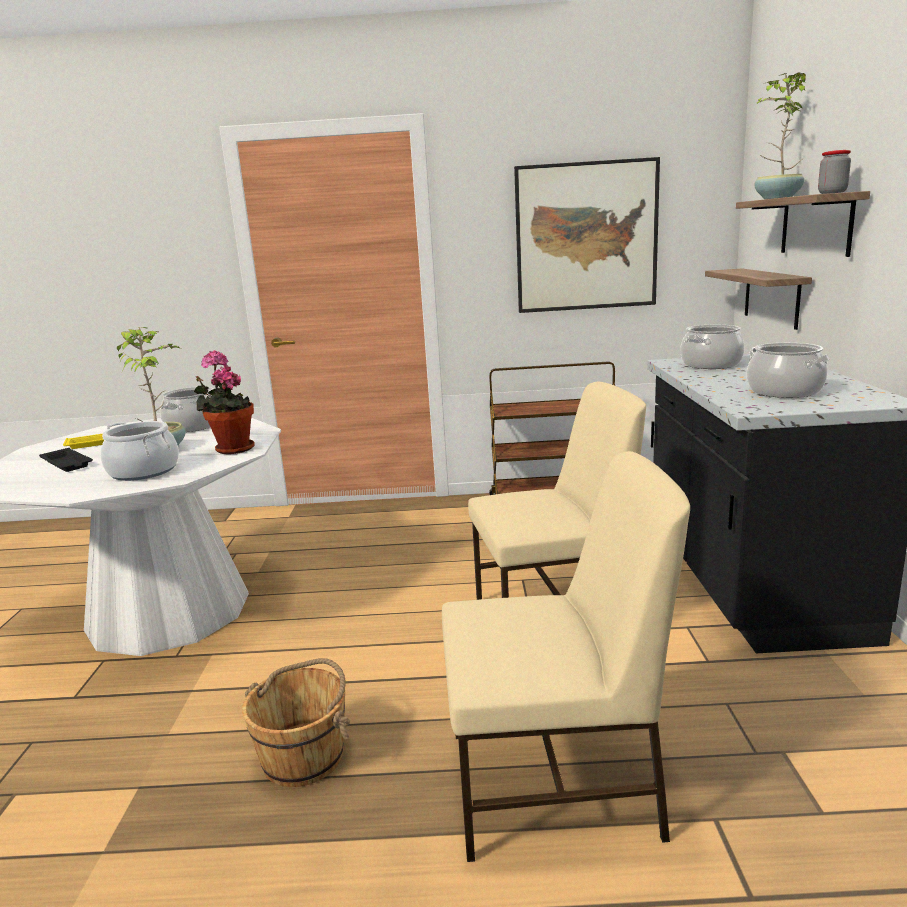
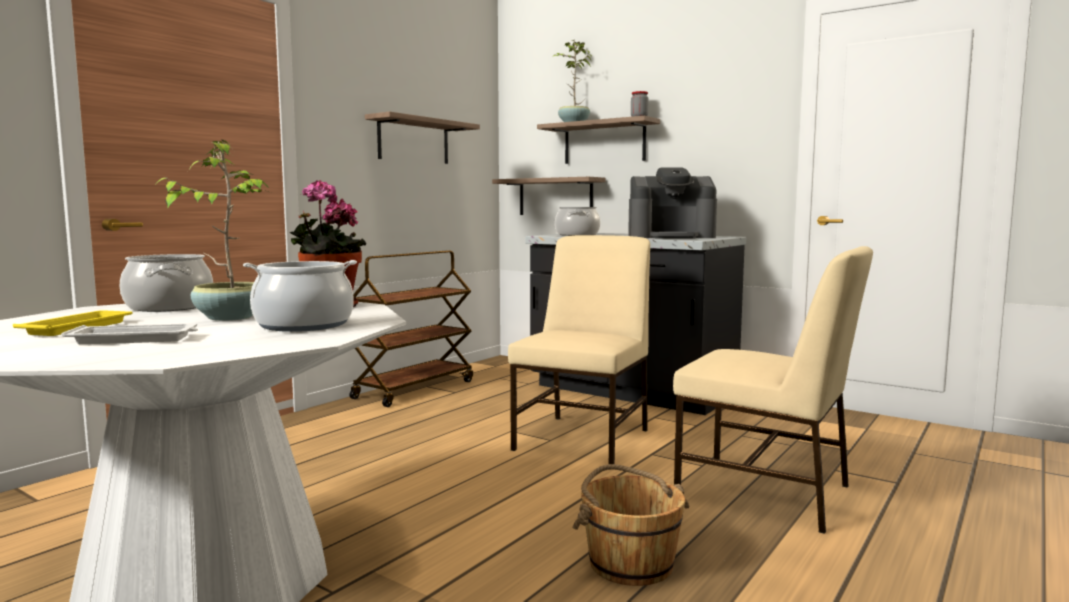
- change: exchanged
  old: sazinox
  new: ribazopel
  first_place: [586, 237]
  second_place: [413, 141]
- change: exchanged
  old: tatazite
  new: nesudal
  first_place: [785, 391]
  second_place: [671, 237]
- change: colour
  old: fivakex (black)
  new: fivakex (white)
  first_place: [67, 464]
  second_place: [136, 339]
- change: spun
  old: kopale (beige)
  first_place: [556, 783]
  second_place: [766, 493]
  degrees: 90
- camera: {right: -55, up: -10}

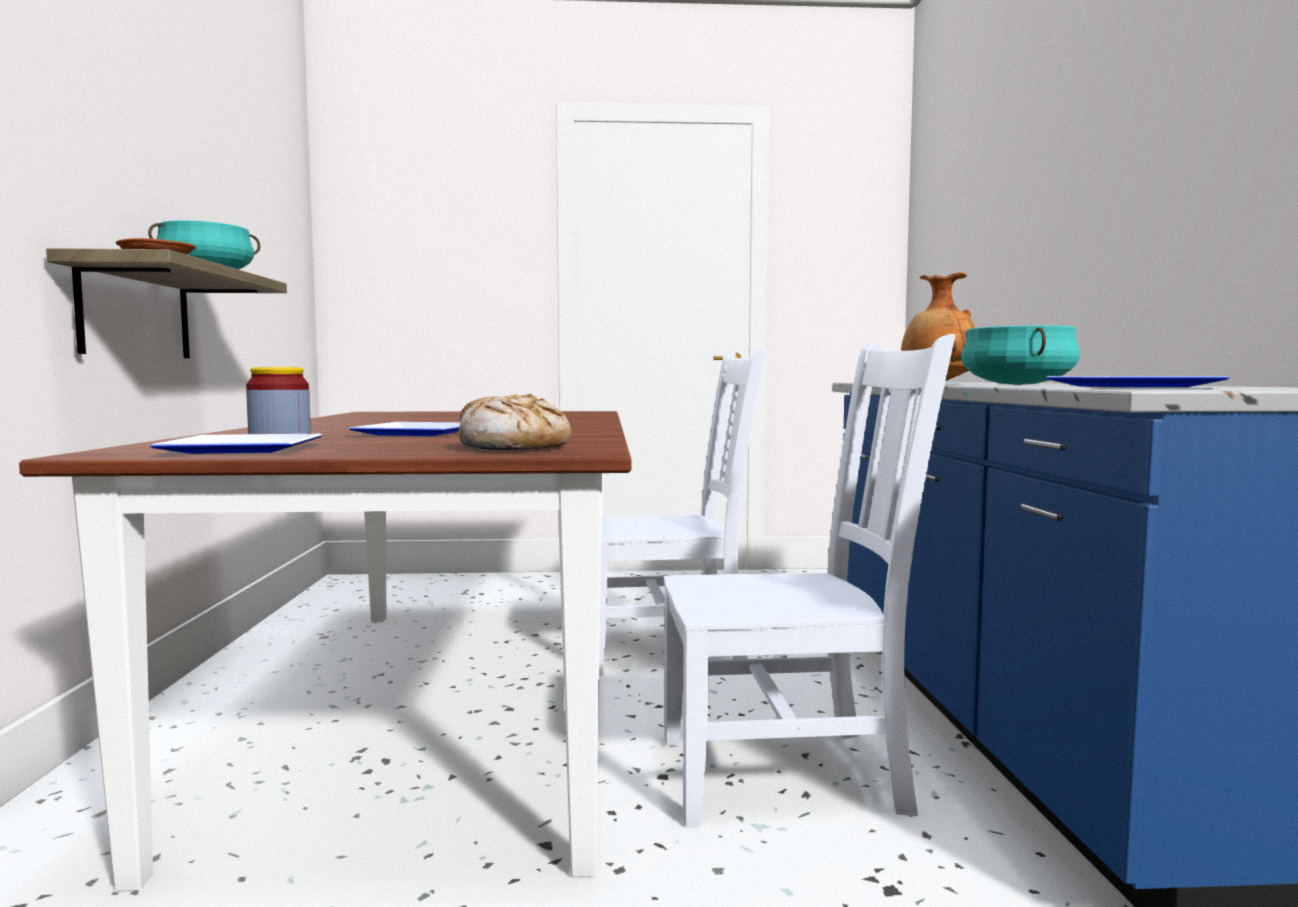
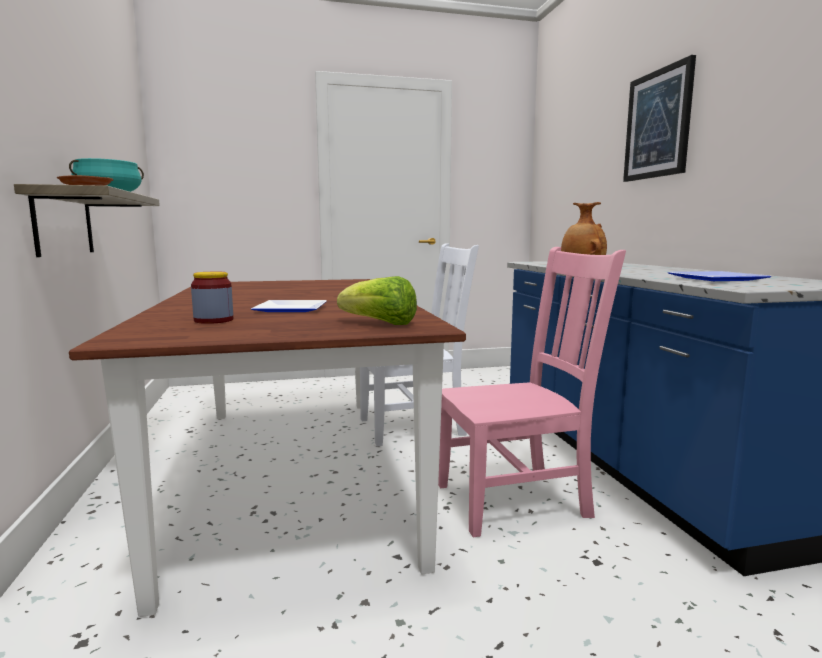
- change: missing
  old: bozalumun
  first_place: [237, 450]
- change: missing
  old: tatazite (turquoise)
  first_place: [1016, 384]
- change: appeared
  new: sazinox
  second_place: [658, 124]
- change: exchanged
  old: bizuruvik
  new: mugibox
  first_place: [514, 447]
  second_place: [380, 324]
- change: colour
  old: kopale (white)
  new: kopale (pink)
  first_place: [789, 774]
  second_place: [516, 499]
- camera: {right: -10, up: 5}

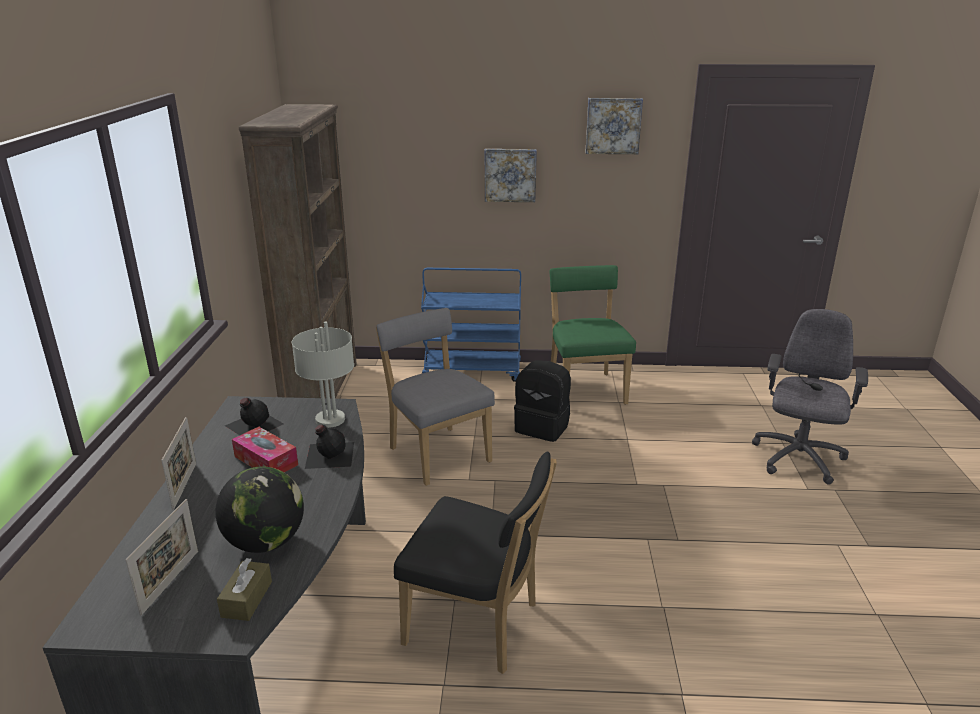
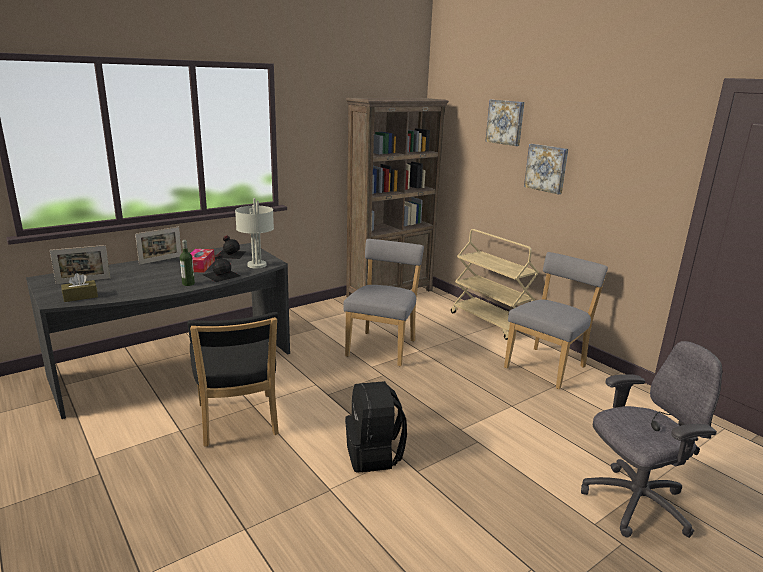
- change: missing
  old: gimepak
  first_place: [265, 542]
- change: appeared
  new: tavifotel
  second_place: [188, 284]
- change: relocated
  old: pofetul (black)
  first_place: [543, 427]
  second_place: [374, 455]
- change: relocated
  old: sazinox
  first_place: [613, 125]
  second_place: [505, 122]
- change: colour
  old: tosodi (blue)
  new: tosodi (beige)
  first_place: [472, 371]
  second_place: [490, 322]
- change: colour
  old: kopale (green)
  new: kopale (grey)
  first_place: [585, 388]
  second_place: [547, 366]
- camera: {right: 50, up: -5}

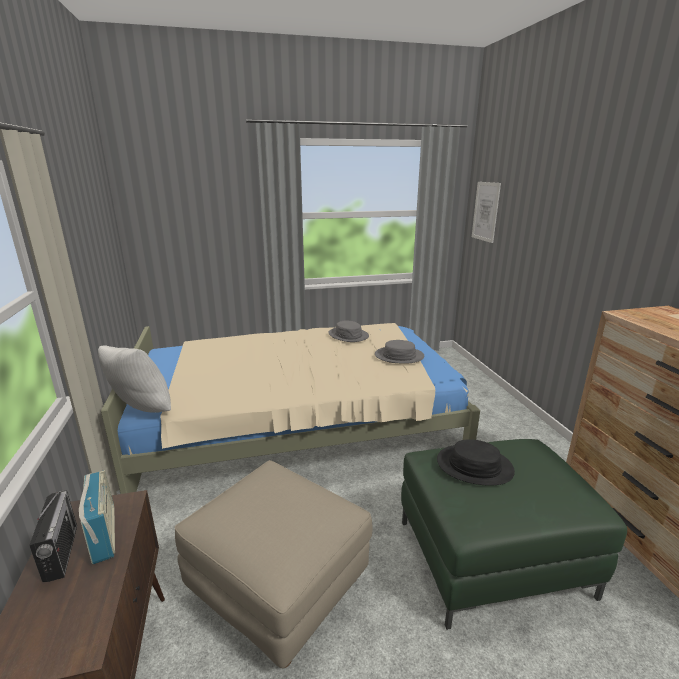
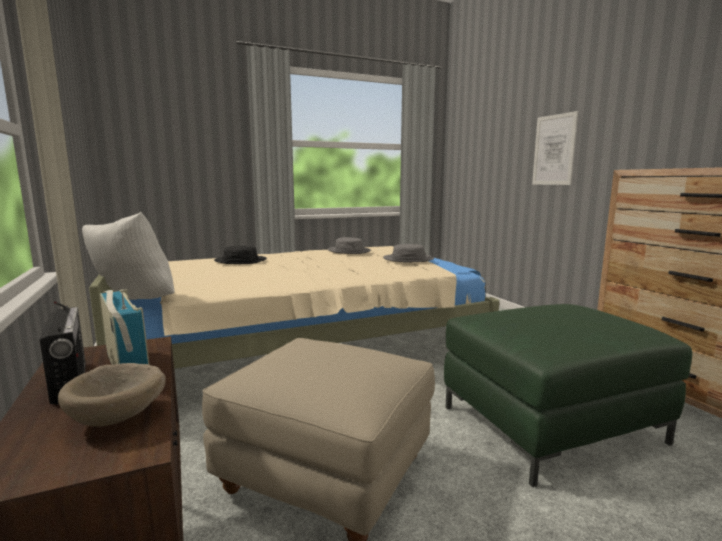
- change: appeared
  new: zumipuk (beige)
  second_place: [120, 417]
- change: relocated
  old: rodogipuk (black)
  first_place: [474, 466]
  second_place: [240, 261]
- change: relocated
  old: sazinox
  first_place: [485, 211]
  second_place: [554, 150]
- camera: {right: -10, up: -10}

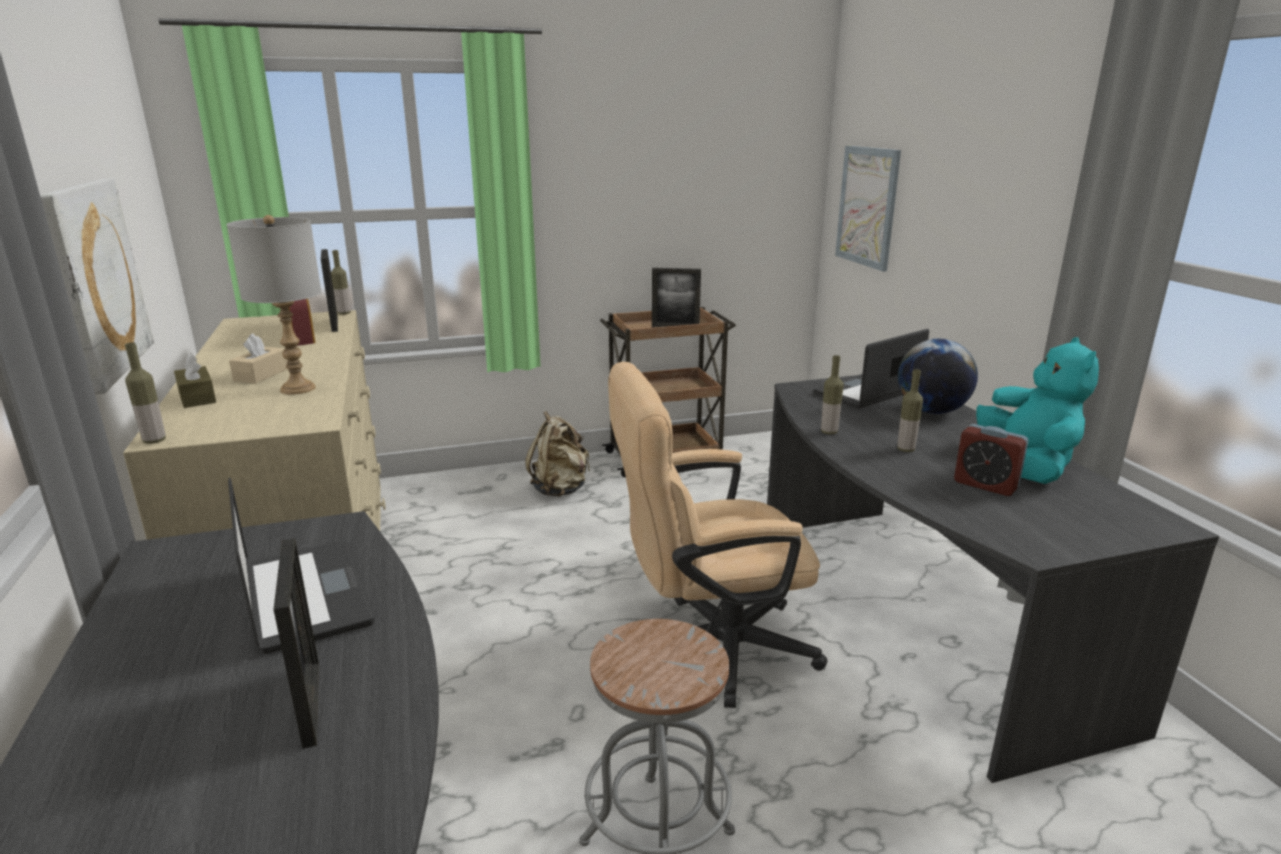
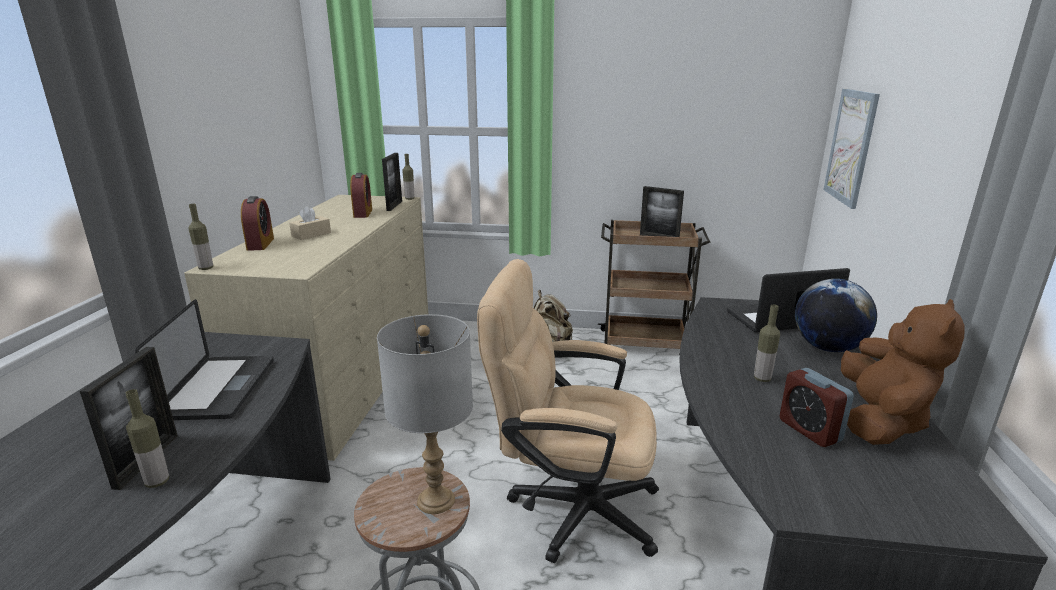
- change: missing
  old: sazinox
  first_place: [96, 280]
- change: relocated
  old: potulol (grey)
  first_place: [297, 389]
  second_place: [435, 501]
- change: relocated
  old: tavifotel
  first_place: [829, 432]
  second_place: [157, 482]
- change: exchanged
  old: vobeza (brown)
  new: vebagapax
  first_place: [197, 397]
  second_place: [260, 244]
- change: colour
  old: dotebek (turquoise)
  new: dotebek (brown)
  first_place: [1028, 464]
  second_place: [880, 420]
- camera: {right: 25, up: 0}

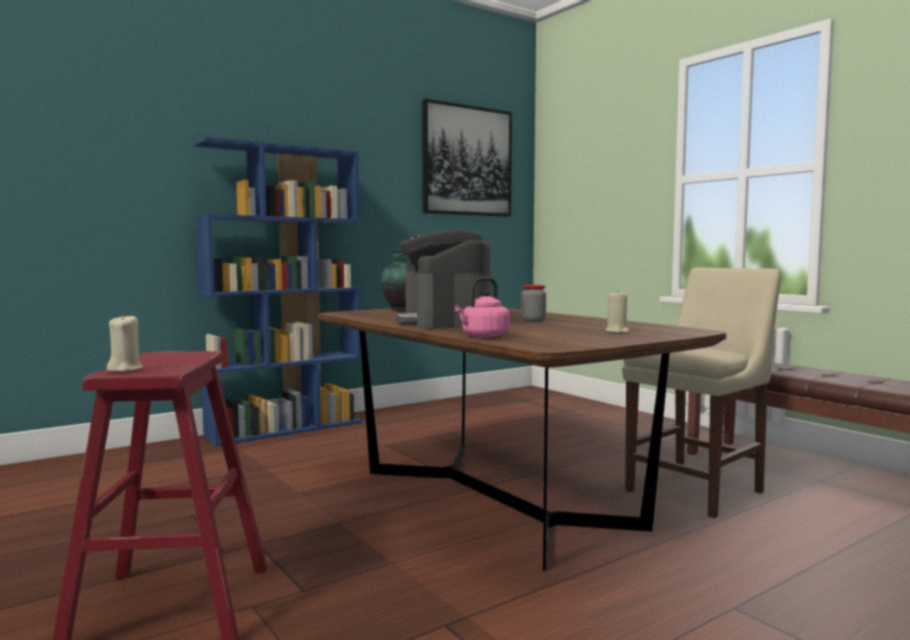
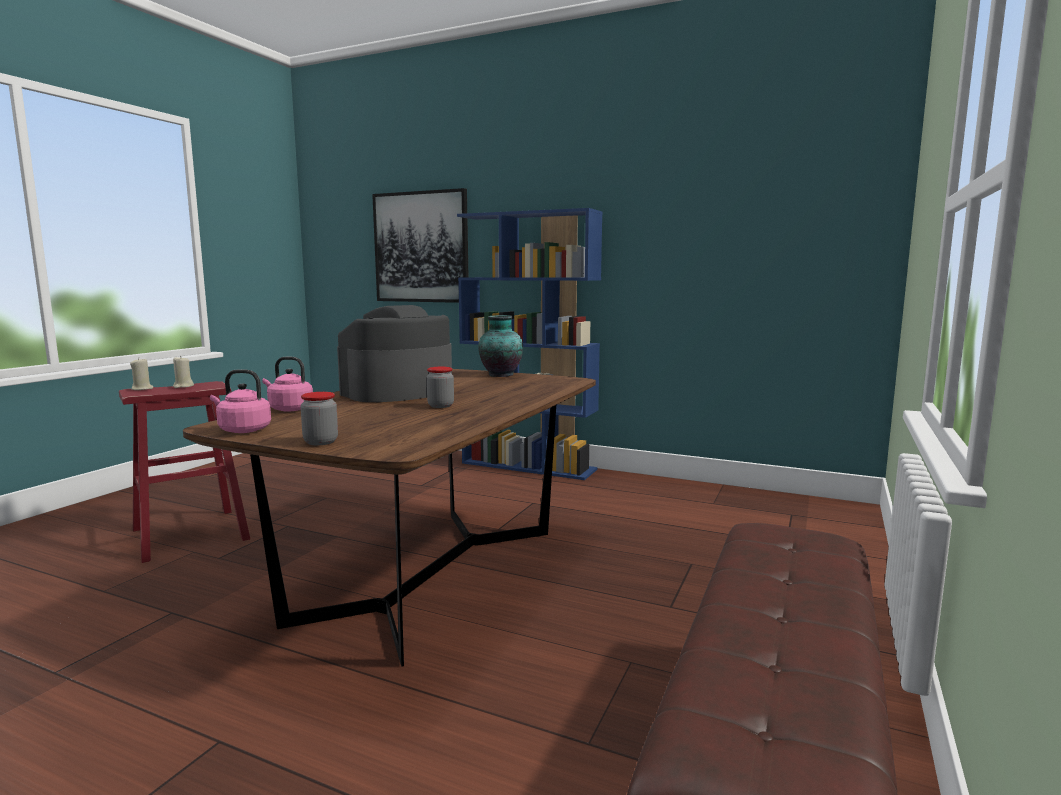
- change: missing
  old: kopale (beige)
  first_place: [699, 490]
- change: appeared
  new: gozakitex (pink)
  second_place: [242, 430]
- change: appeared
  new: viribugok
  second_place: [321, 442]
- change: relocated
  old: sazinox
  first_place: [467, 161]
  second_place: [421, 247]
- change: relocated
  old: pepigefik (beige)
  first_place: [617, 331]
  second_place: [183, 386]
- camera: {right: 60, up: 5}

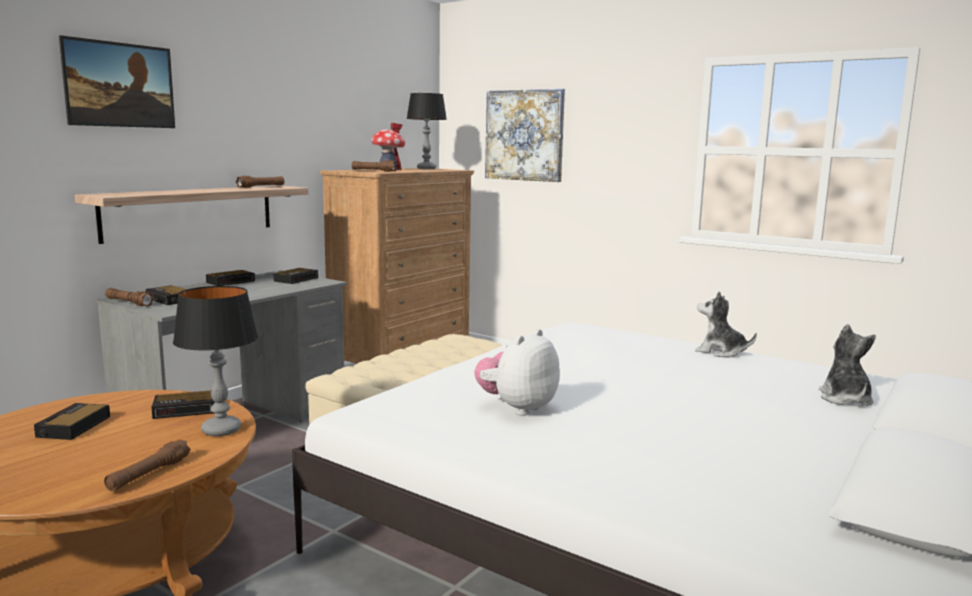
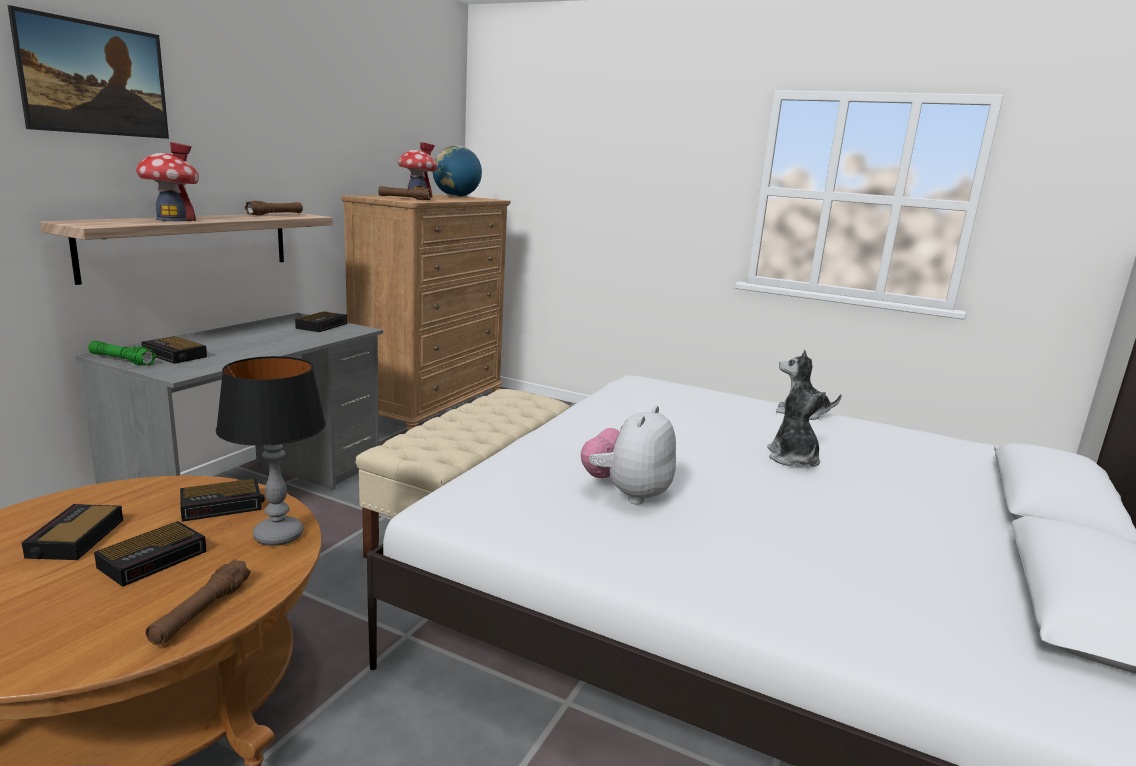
- change: missing
  old: sazinox
  first_place: [524, 135]
- change: appeared
  new: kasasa
  second_place: [172, 219]
- change: relocated
  old: vebagapax
  first_place: [231, 281]
  second_place: [155, 558]
- change: relocated
  old: dotebek
  first_place: [845, 399]
  second_place: [792, 459]
- change: exchanged
  old: potulol
  new: gimepak
  first_place: [426, 169]
  second_place: [456, 196]
- change: colour
  old: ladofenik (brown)
  new: ladofenik (green)
  first_place: [129, 303]
  second_place: [122, 360]
- camera: {right: -10, up: 5}

